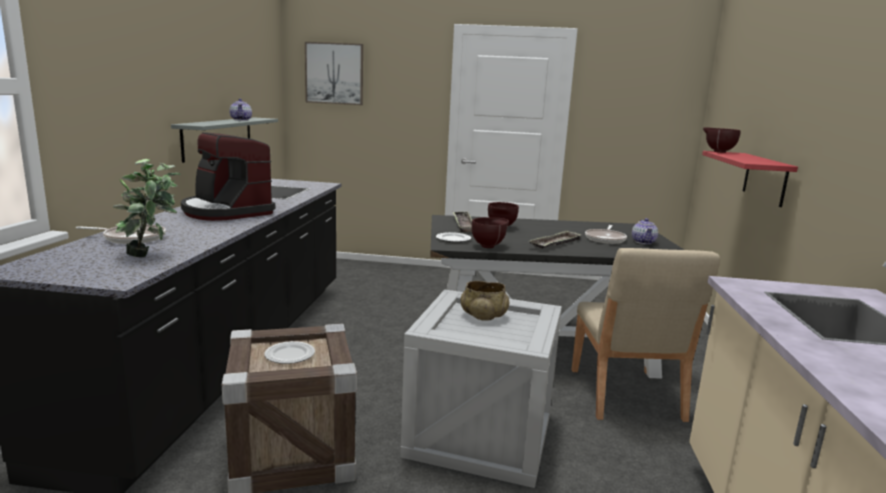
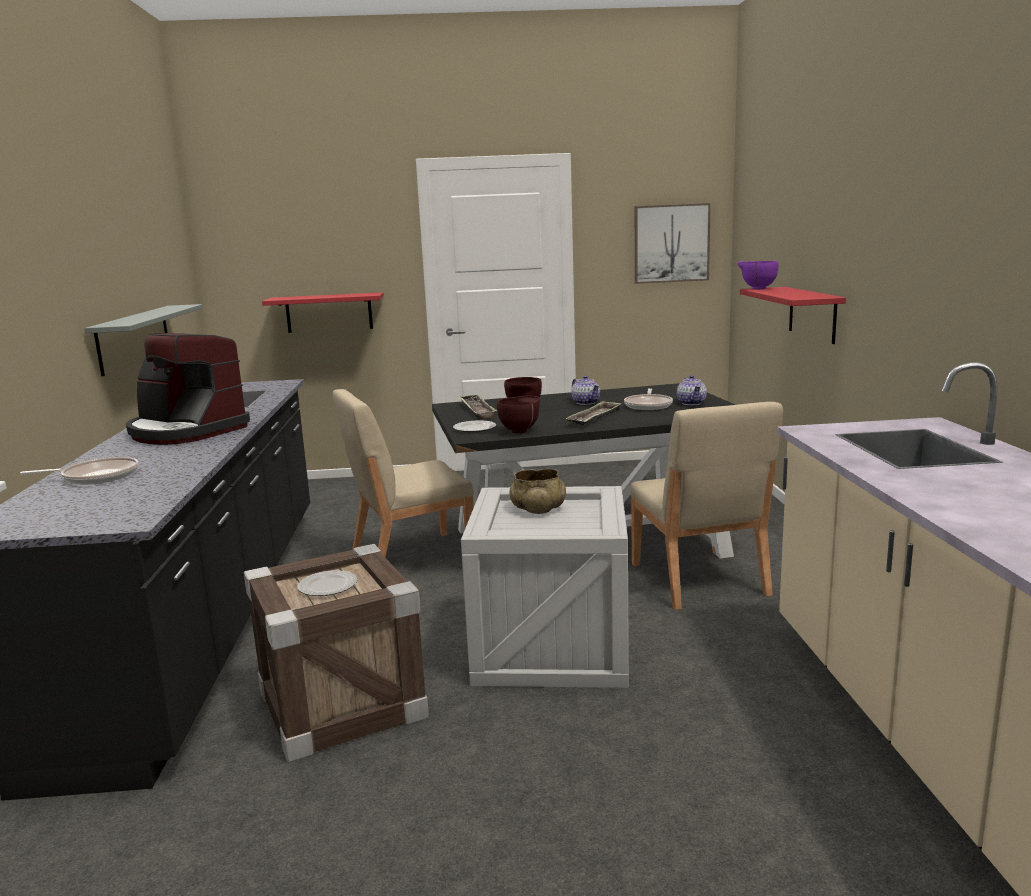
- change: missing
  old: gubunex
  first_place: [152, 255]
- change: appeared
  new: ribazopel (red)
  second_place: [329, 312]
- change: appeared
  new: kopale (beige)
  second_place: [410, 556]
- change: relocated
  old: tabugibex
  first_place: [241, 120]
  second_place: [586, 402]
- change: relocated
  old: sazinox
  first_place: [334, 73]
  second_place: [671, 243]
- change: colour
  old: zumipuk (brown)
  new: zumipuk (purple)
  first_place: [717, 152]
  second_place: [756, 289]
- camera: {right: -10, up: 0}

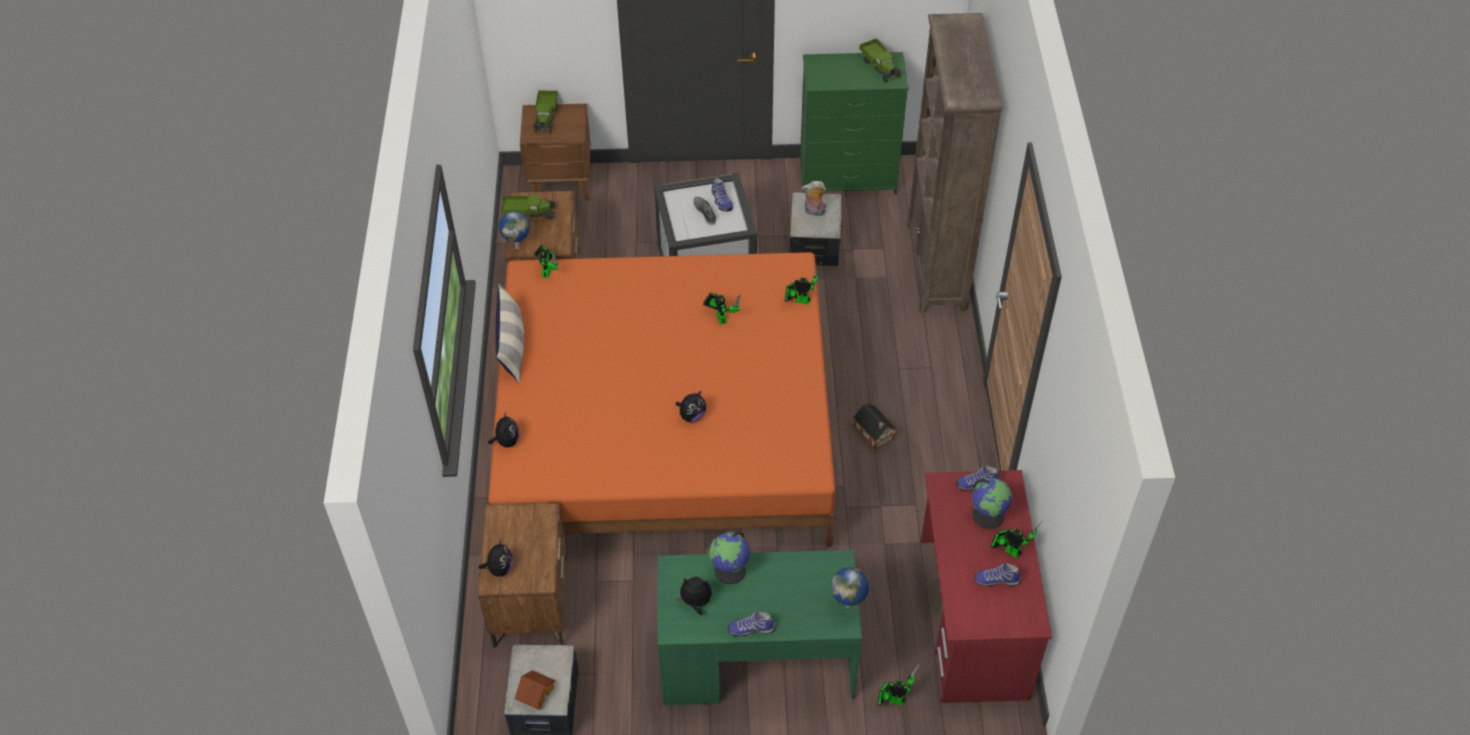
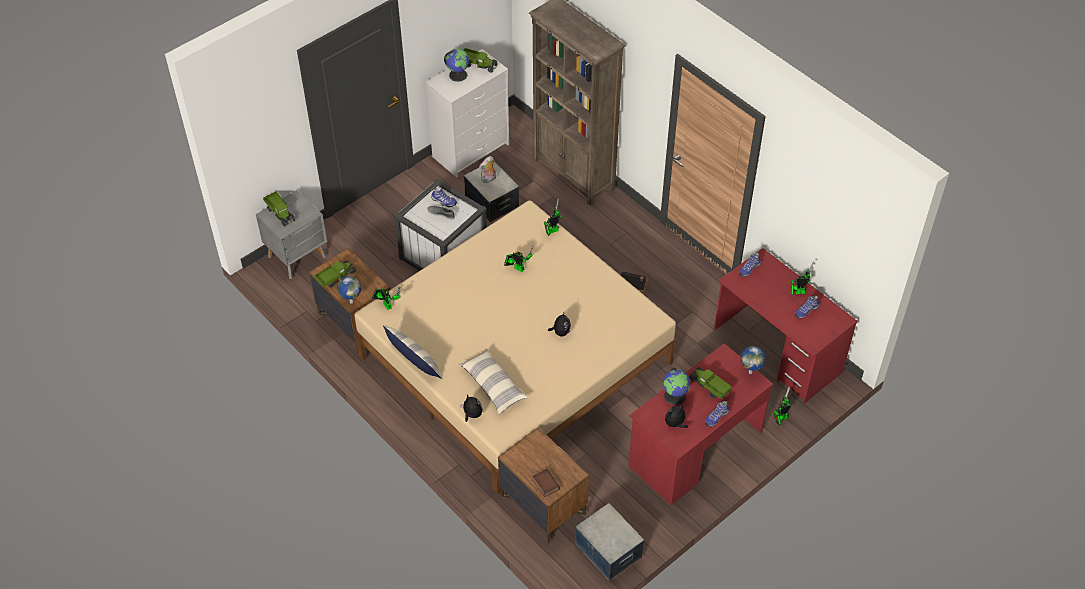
- change: missing
  old: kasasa
  first_place: [535, 693]
- change: appeared
  new: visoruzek
  second_place: [493, 385]
- change: appeared
  new: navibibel
  second_place: [709, 387]
- change: relocated
  old: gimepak
  first_place: [988, 515]
  second_place: [458, 75]
- change: exchanged
  old: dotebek
  new: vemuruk
  first_place: [499, 569]
  second_place: [545, 484]
- change: colour
  old: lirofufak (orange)
  new: lirofufak (beige)
  first_place: [665, 426]
  second_place: [515, 359]
- change: colour
  old: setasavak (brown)
  new: setasavak (grey)
  first_place: [562, 185]
  second_place: [298, 257]
- change: colour
  old: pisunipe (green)
  new: pisunipe (red)
  first_place: [756, 662]
  second_place: [695, 449]
- change: colour
  old: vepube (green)
  new: vepube (white)
  first_place: [848, 177]
  second_place: [471, 150]
- camera: {right: -40, up: 0}

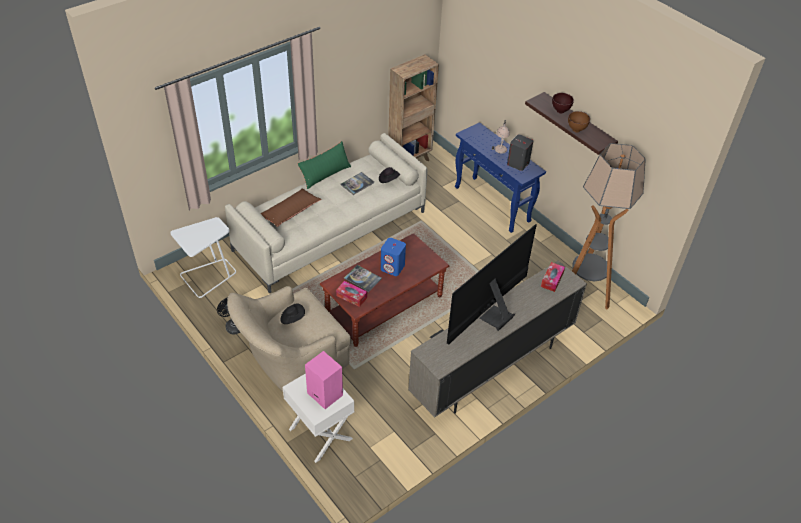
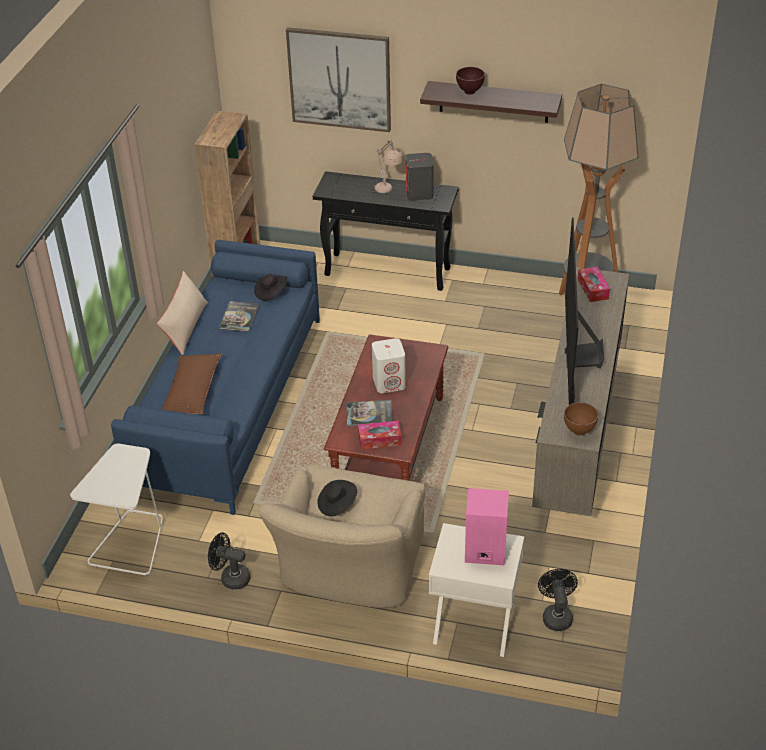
- change: appeared
  new: sazinox
  second_place: [340, 79]
- change: appeared
  new: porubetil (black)
  second_place: [556, 615]
- change: relocated
  old: zumipuk (brown)
  first_place: [576, 130]
  second_place: [579, 431]
- change: colour
  old: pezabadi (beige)
  new: pezabadi (blue)
  first_place: [330, 230]
  second_place: [229, 401]
- change: colour
  old: visoruzek (green)
  new: visoruzek (beige)
  first_place: [325, 174]
  second_place: [185, 327]
- change: colour
  old: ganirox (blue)
  new: ganirox (white)
  first_place: [393, 267]
  second_place: [389, 382]
- change: colour
  old: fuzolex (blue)
  new: fuzolex (black)
  first_place: [492, 204]
  second_place: [388, 272]
- camera: {right: -35, up: -5}

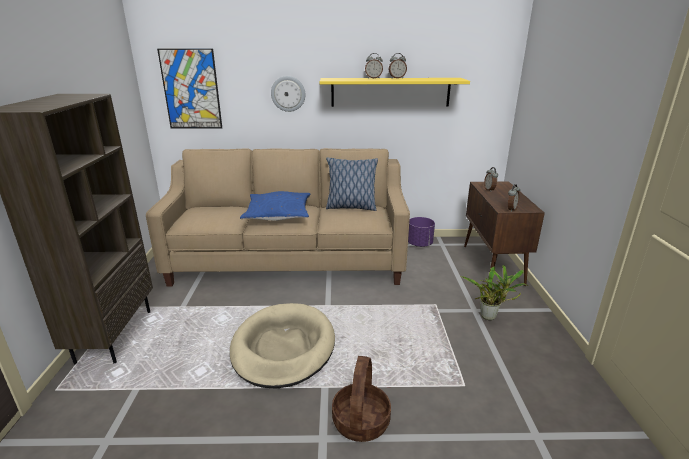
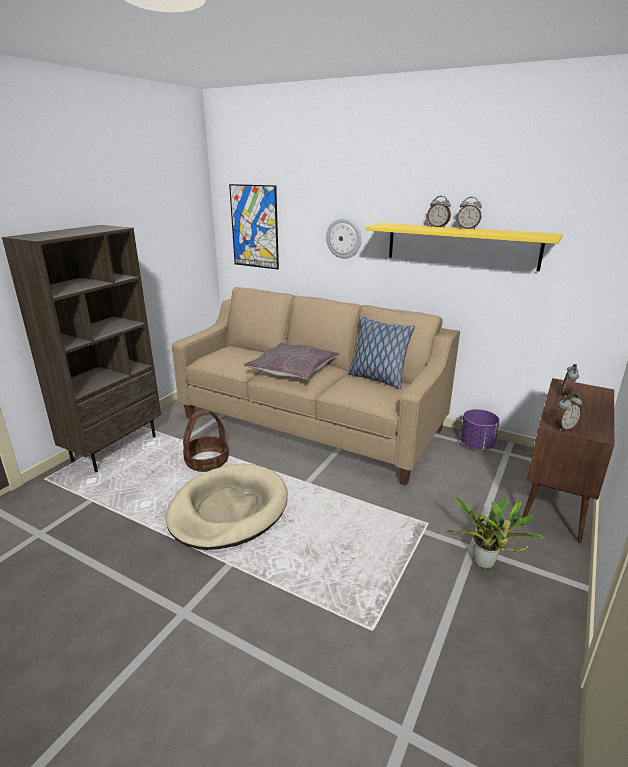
- change: relocated
  old: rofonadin
  first_place: [361, 421]
  second_place: [207, 462]
- change: colour
  old: visoruzek (blue)
  new: visoruzek (grey)
  first_place: [278, 214]
  second_place: [293, 369]
- camera: {right: 30, up: 0}

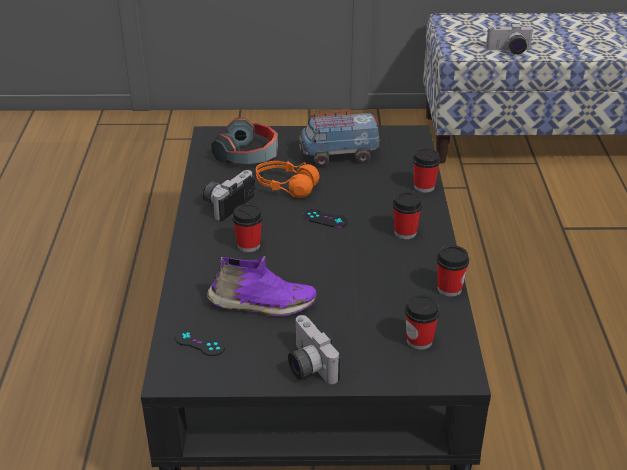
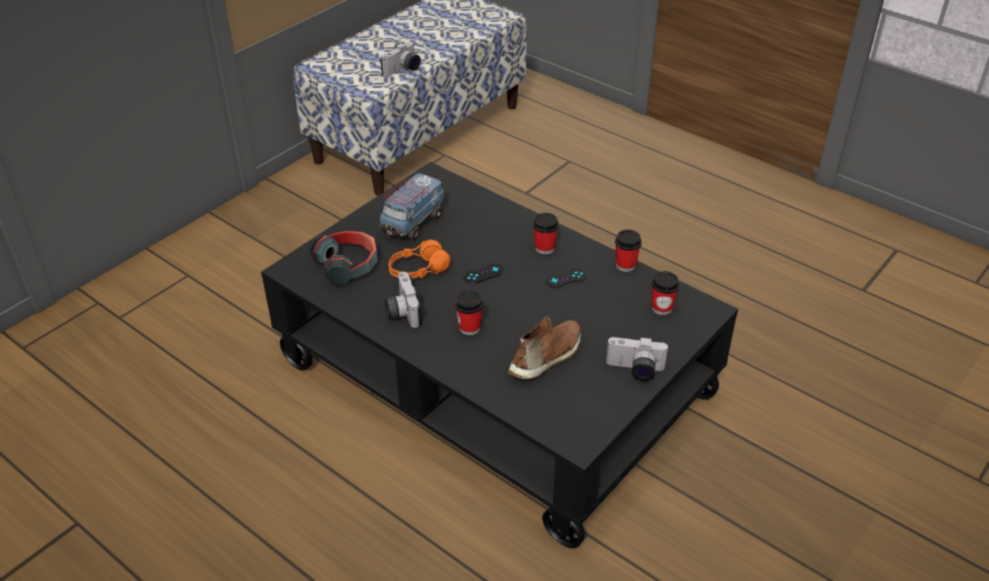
- change: missing
  old: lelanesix
  first_place: [424, 187]
- change: relocated
  old: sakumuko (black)
  first_place: [200, 342]
  second_place: [566, 278]
- change: colour
  old: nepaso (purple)
  new: nepaso (brown)
  first_place: [262, 304]
  second_place: [547, 357]
- camera: {right: -50, up: 5}

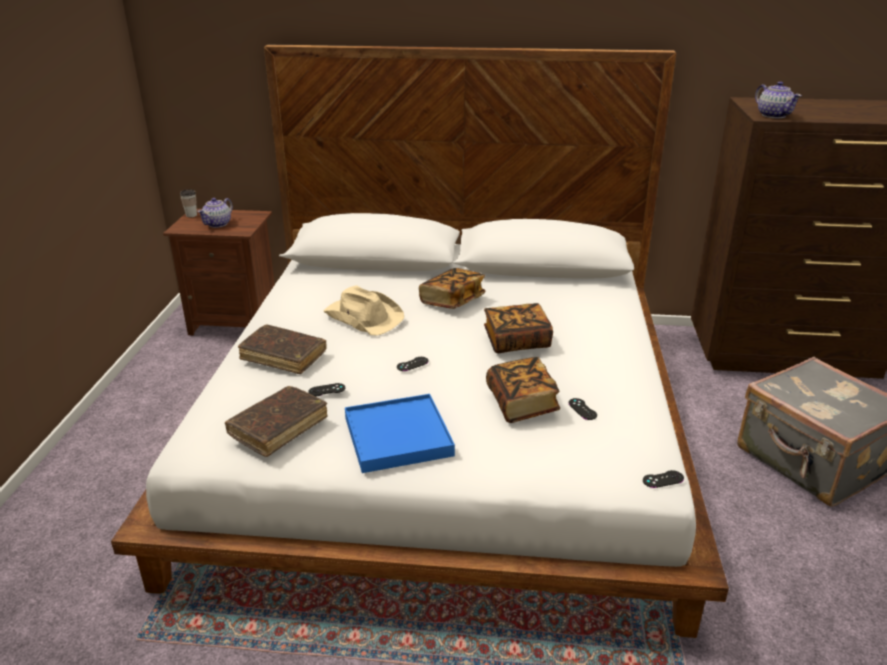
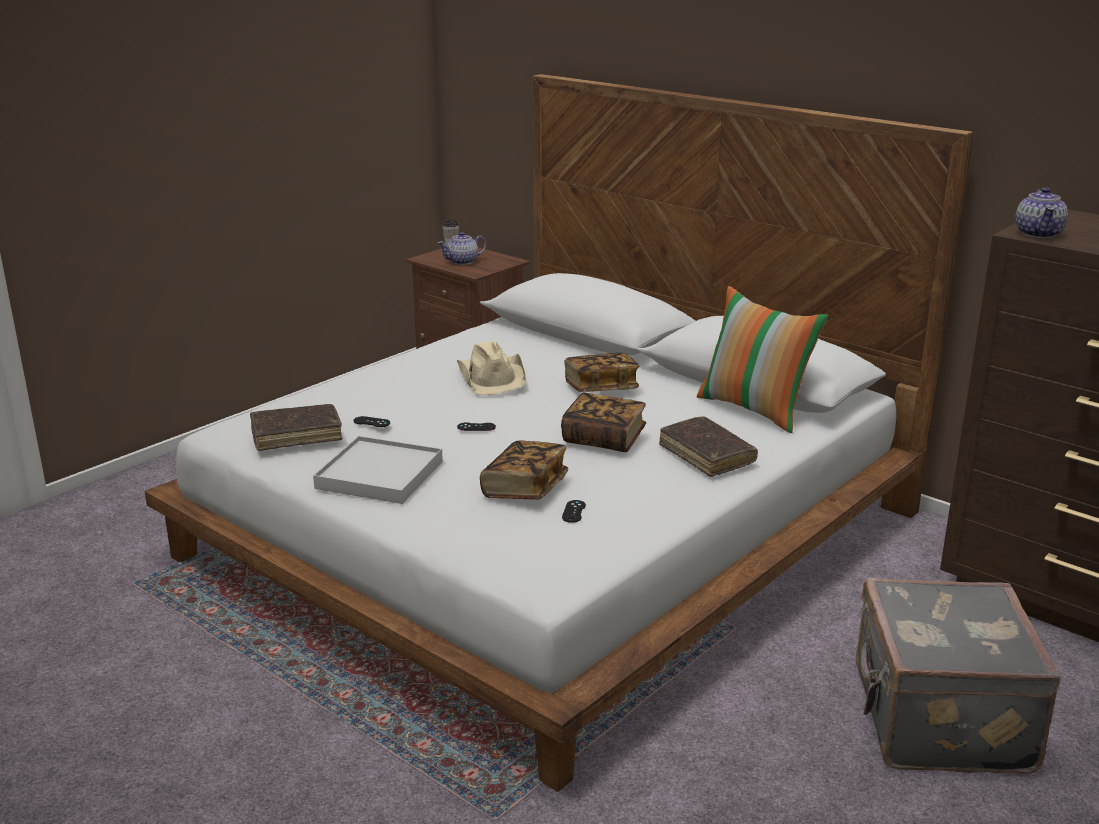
- change: missing
  old: sakumuko (black)
  first_place: [663, 479]
- change: appeared
  new: visoruzek
  second_place: [755, 409]
- change: relocated
  old: vemuruk (brown)
  first_place: [283, 356]
  second_place: [706, 455]
- change: colour
  old: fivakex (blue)
  new: fivakex (white)
  first_place: [397, 436]
  second_place: [379, 475]
- camera: {right: 35, up: -5}

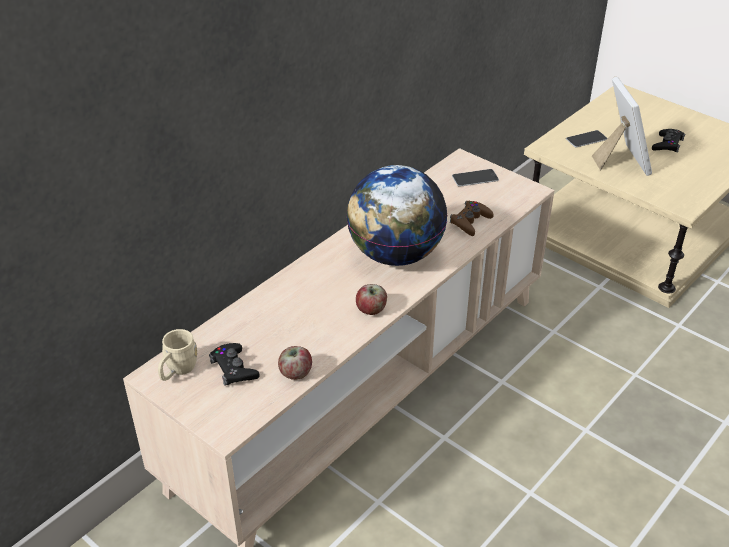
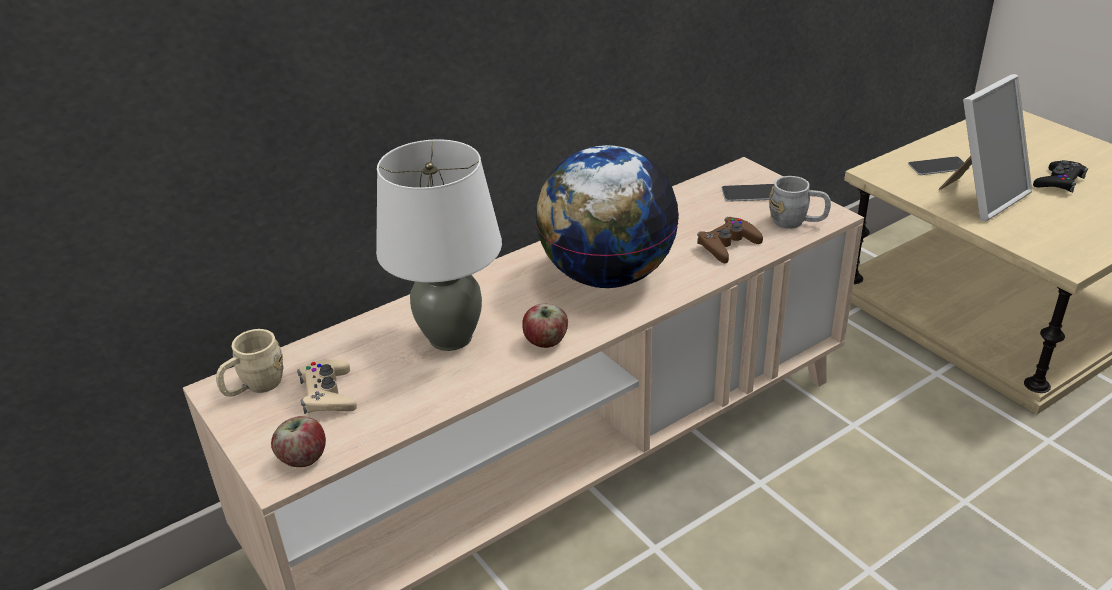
- change: appeared
  new: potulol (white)
  second_place: [451, 337]
- change: appeared
  new: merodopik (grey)
  second_place: [797, 222]
- change: relocated
  old: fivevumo
  first_place: [295, 373]
  second_place: [303, 458]
- change: colour
  old: sakumuko (black)
  new: sakumuko (beige)
  first_place: [234, 369]
  second_place: [328, 394]
- change: spun
  old: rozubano
  first_place: [620, 161]
  second_place: [981, 196]
  degrees: 45
- camera: {right: 15, up: -5}

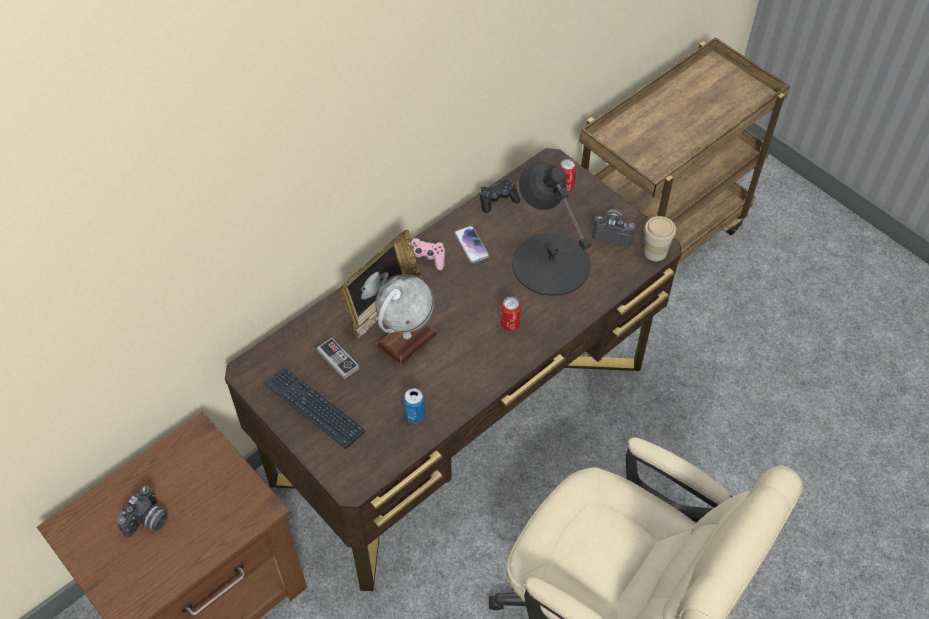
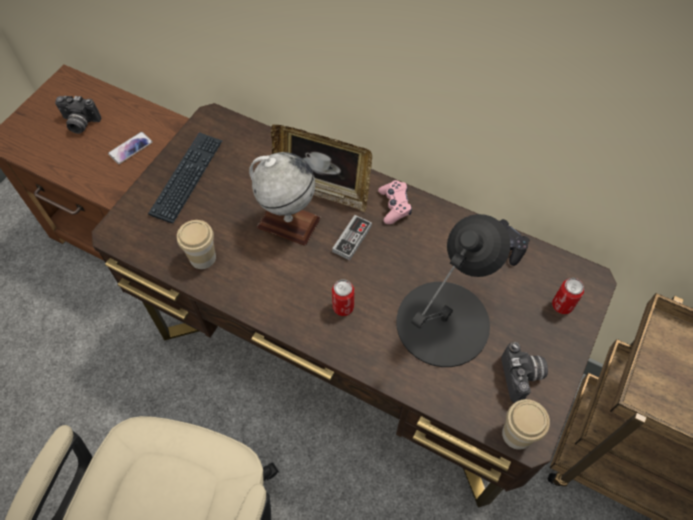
- change: relocated
  old: sakumuko
  first_place: [338, 360]
  second_place: [352, 239]
- change: relocated
  old: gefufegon
  first_place: [471, 245]
  second_place: [130, 148]
- change: exchanged
  old: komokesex
  new: lelanesix
  first_place: [415, 415]
  second_place: [202, 257]
- camera: {right: 70, up: 5}

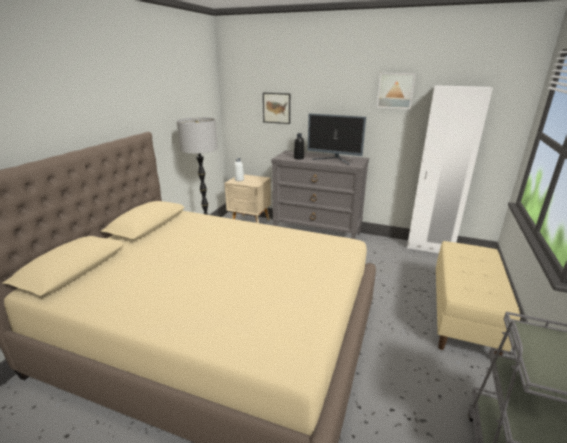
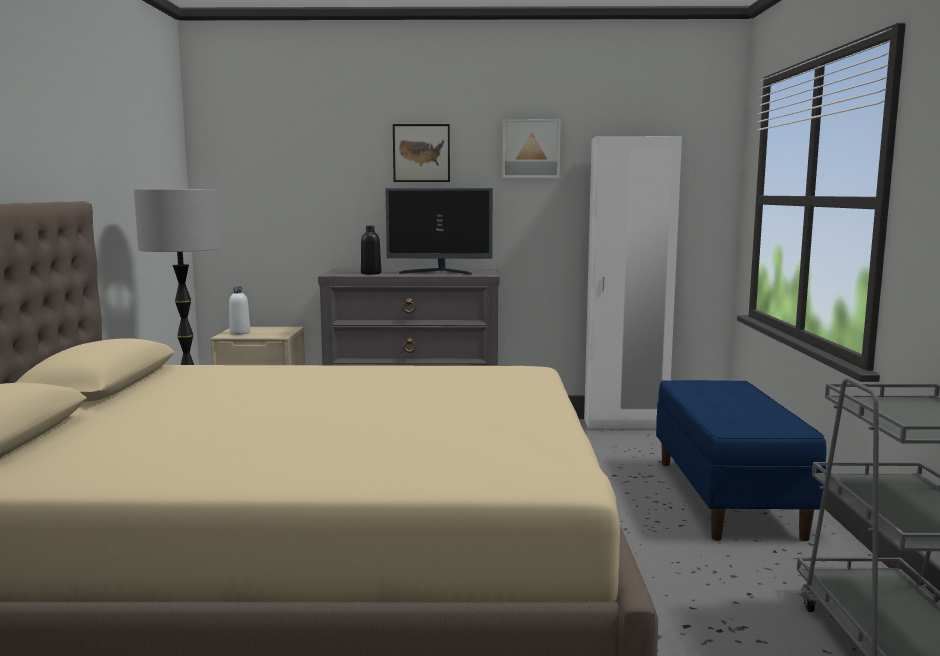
- change: relocated
  old: sazinox
  first_place: [276, 108]
  second_place: [421, 153]
- change: colour
  old: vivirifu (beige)
  new: vivirifu (blue)
  first_place: [463, 317]
  second_place: [728, 497]
- camera: {right: -20, up: -15}

